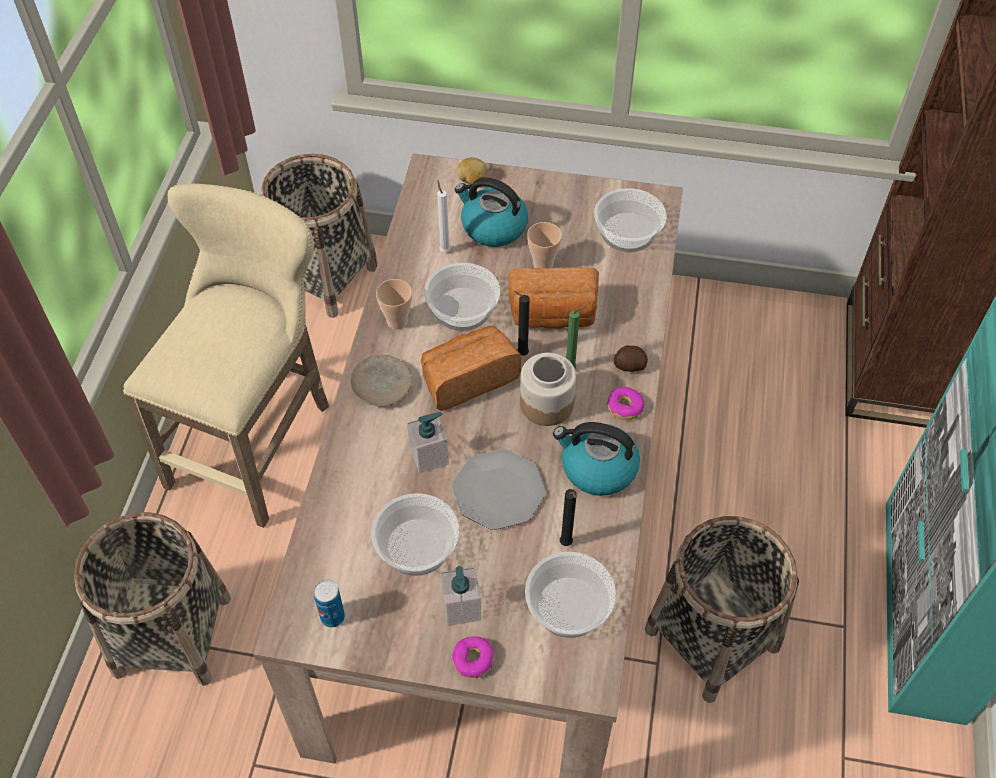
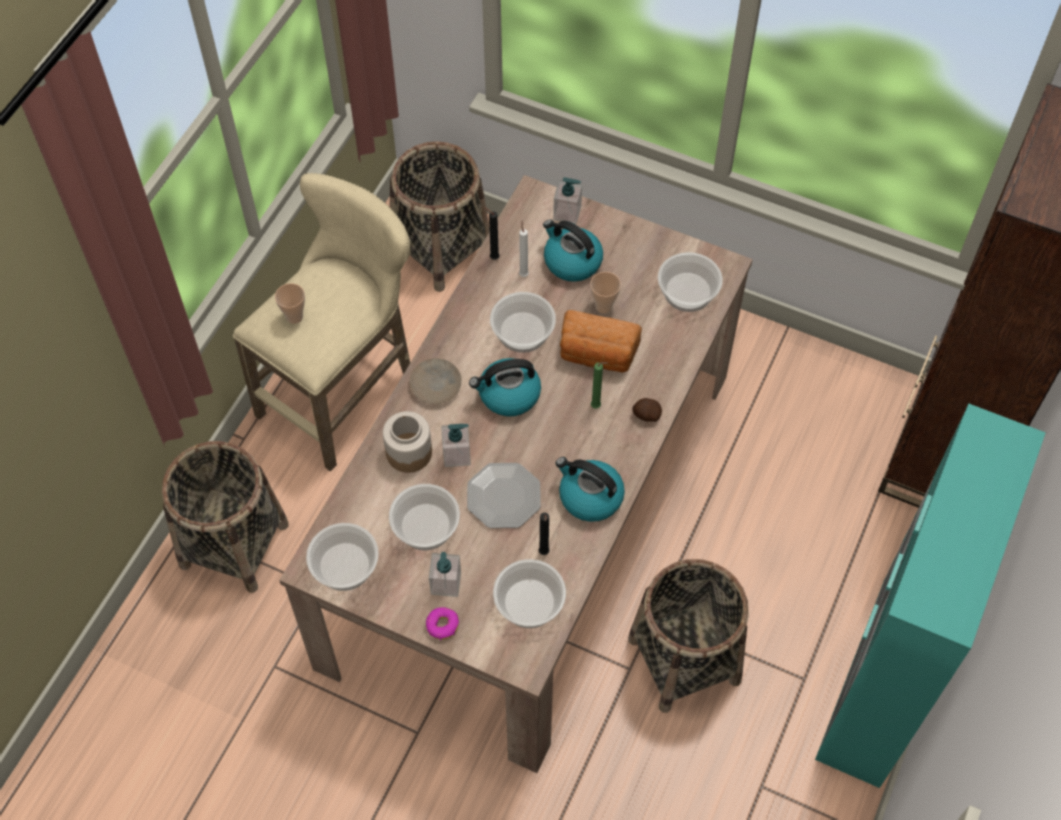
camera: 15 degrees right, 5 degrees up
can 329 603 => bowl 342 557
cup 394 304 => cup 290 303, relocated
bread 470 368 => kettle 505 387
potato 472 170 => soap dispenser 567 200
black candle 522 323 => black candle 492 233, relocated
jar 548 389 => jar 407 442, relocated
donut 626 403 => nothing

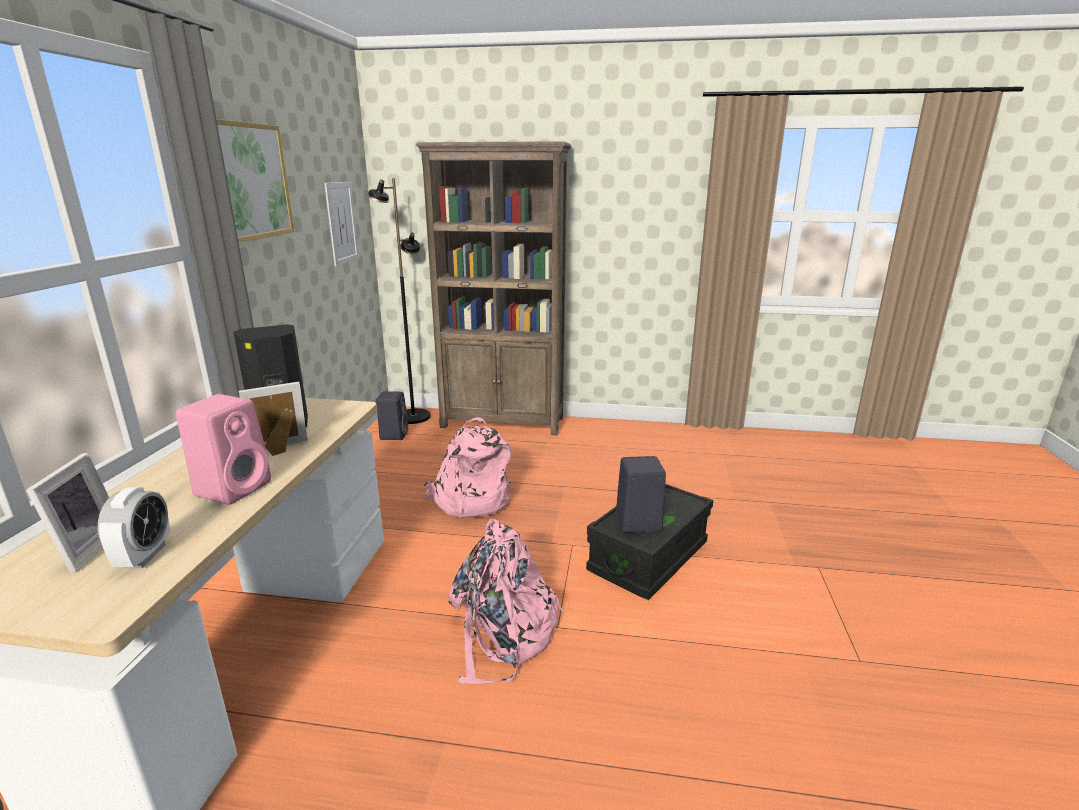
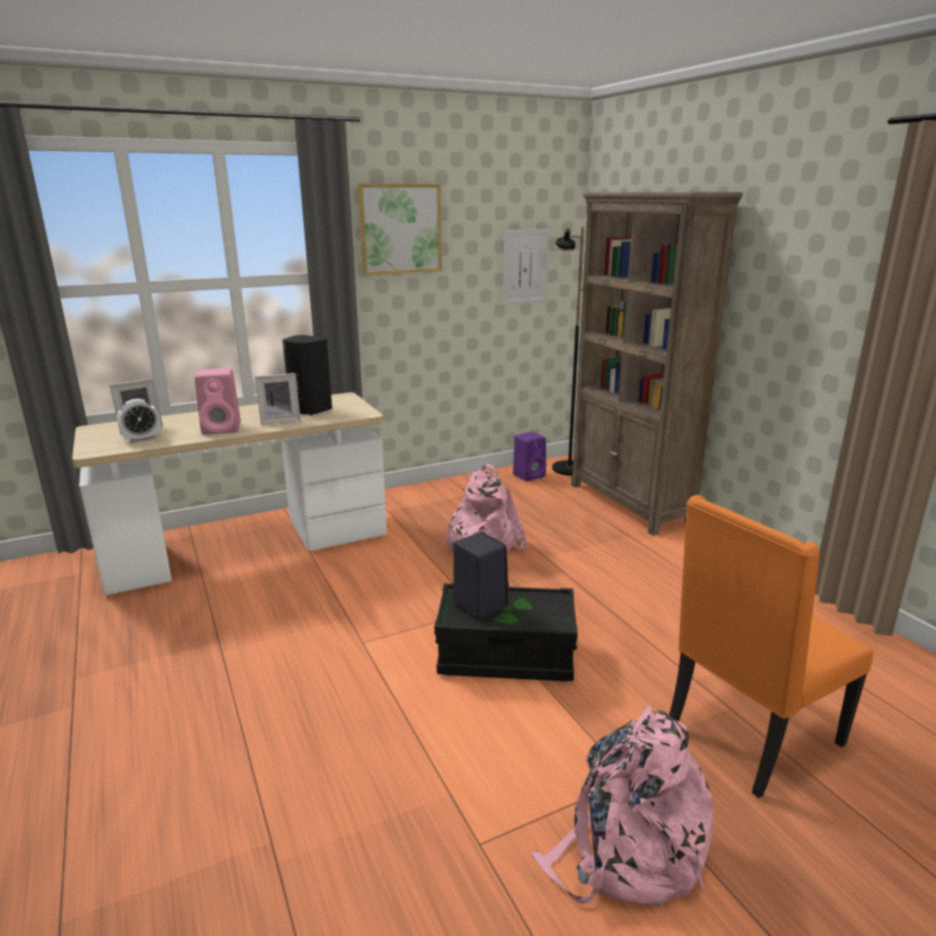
camera: 55 degrees right, 0 degrees up
picture frame 273 419 => picture frame 278 399, 135 degrees clockwise
black speaker 392 416 => purple speaker 529 456
pink backpack 506 601 => pink backpack 622 805, relocated
nothing => orange chair 771 646

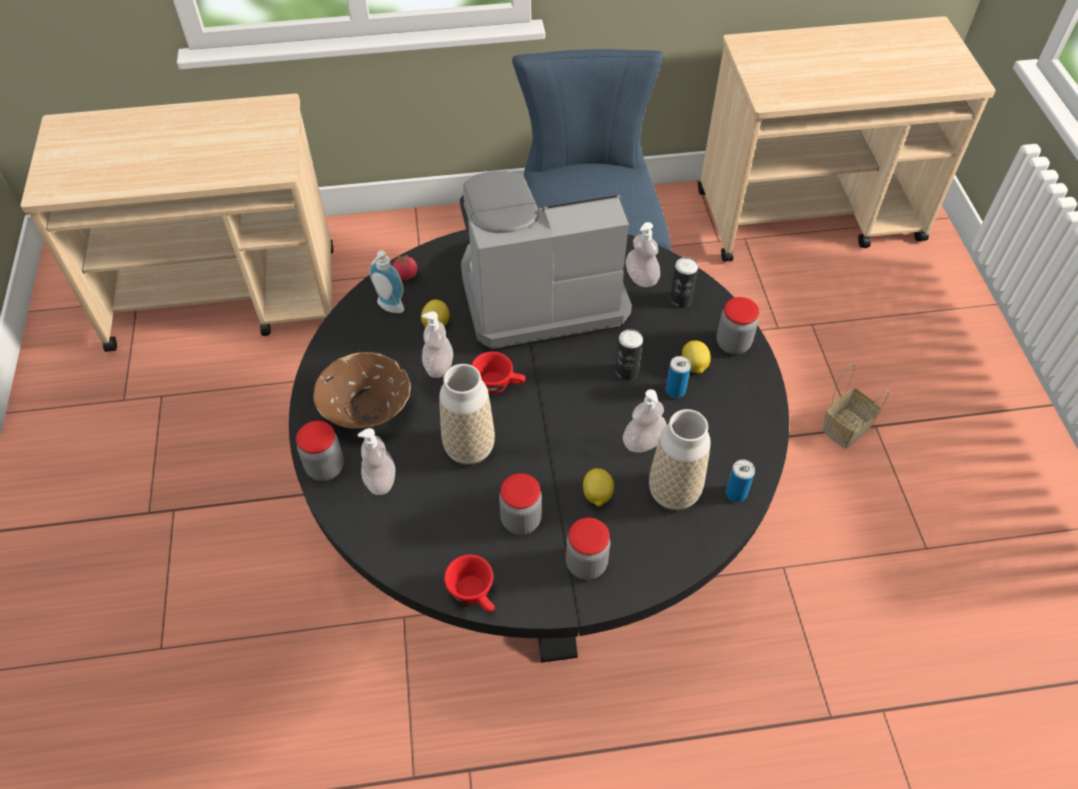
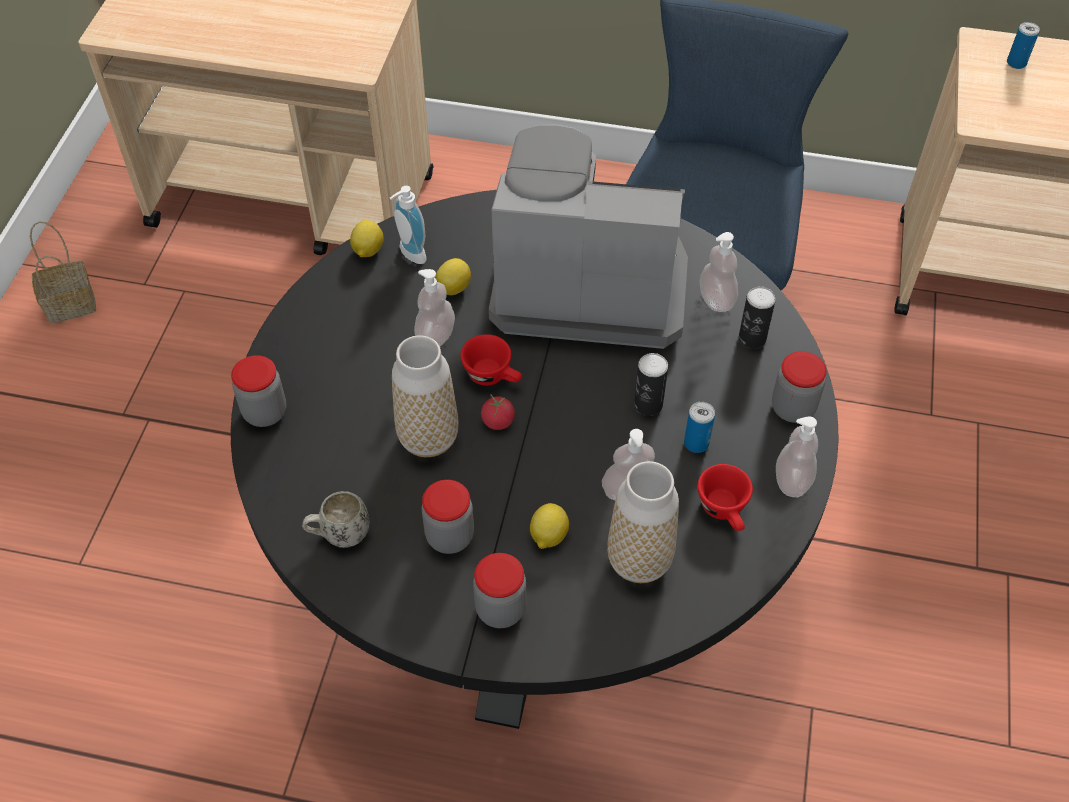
camera: 20 degrees right, 0 degrees up
brown bowl 362 390 => nothing
soap dispenser 376 461 => soap dispenser 797 456, relocated
tomato 405 267 => tomato 498 412, relocated
red cup 469 583 => red cup 725 497, relocated
lemon 696 357 => lemon 367 238, relocated
can 740 480 => can 1023 45, relocated
basket 855 406 => basket 63 272, relocated
nothing => white mug 336 519

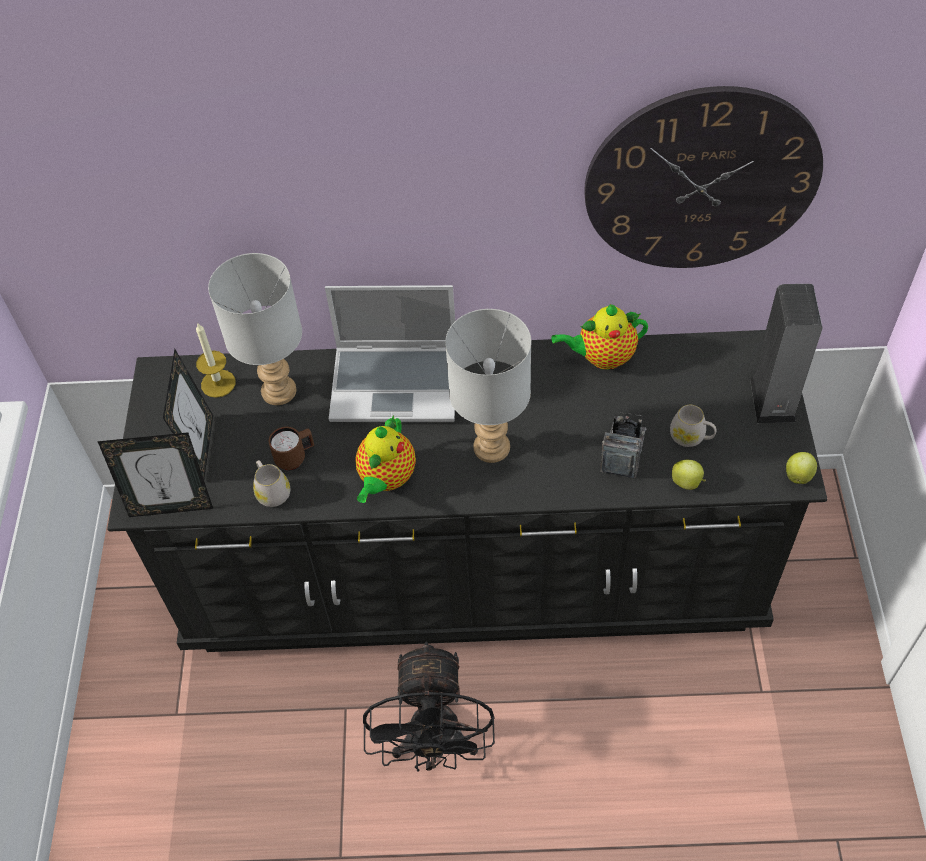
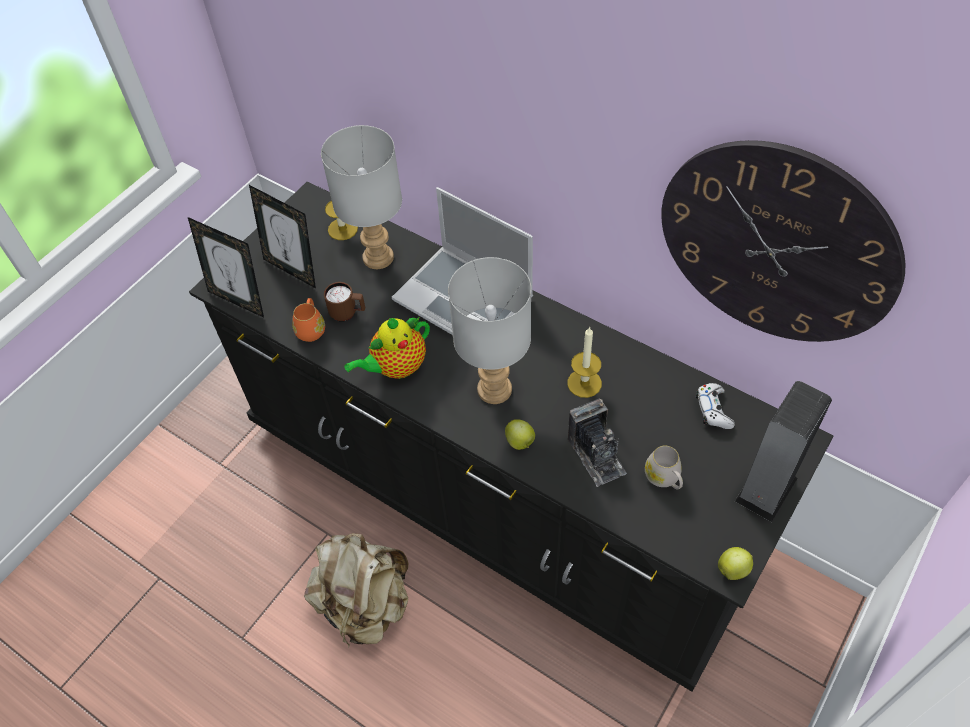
camera: 35 degrees right, 0 degrees up
picture frame 188 414 => picture frame 282 236, 90 degrees clockwise
white mug 271 483 => orange mug 308 320
black fan 429 706 => beige backpack 356 590
teapot 599 337 => nothing
photo camera 623 445 => photo camera 597 443, 105 degrees clockwise
apple 689 475 => apple 520 434, relocated
nothing => candle 584 362
nothing => white game controller 715 406

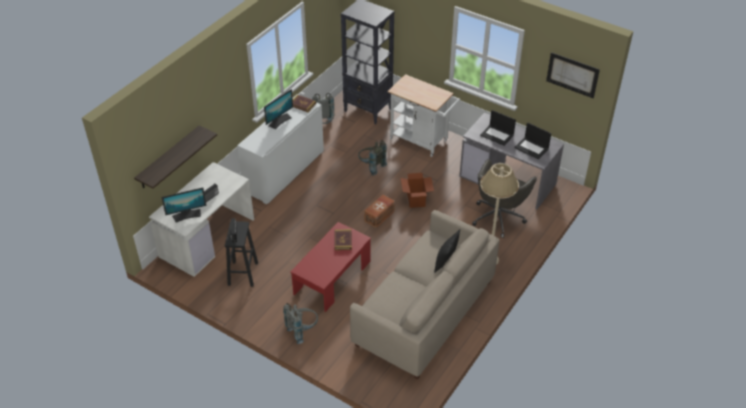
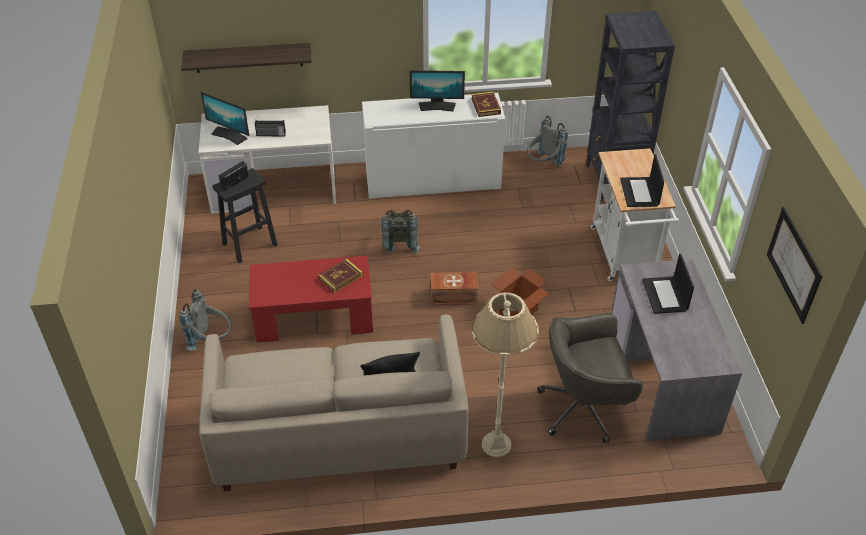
camera: 50 degrees right, 0 degrees up
grey backpack 372 157 => grey backpack 401 231, relocated
laptop 532 140 => laptop 642 180, relocated

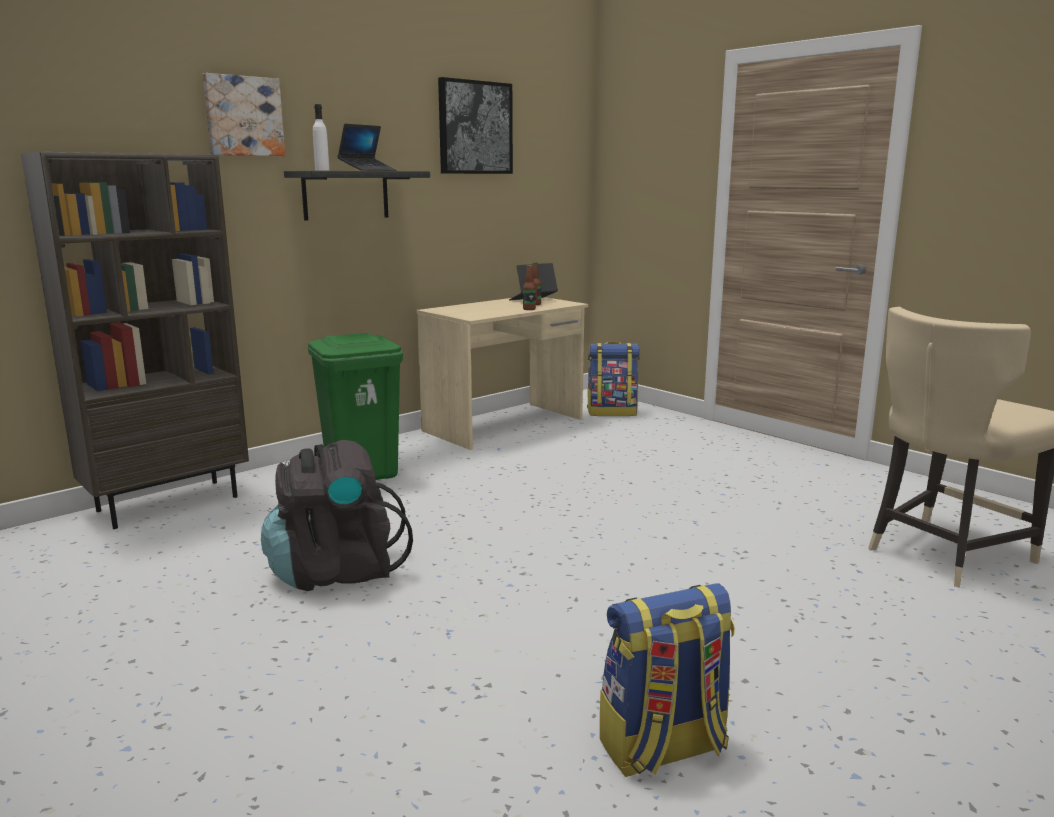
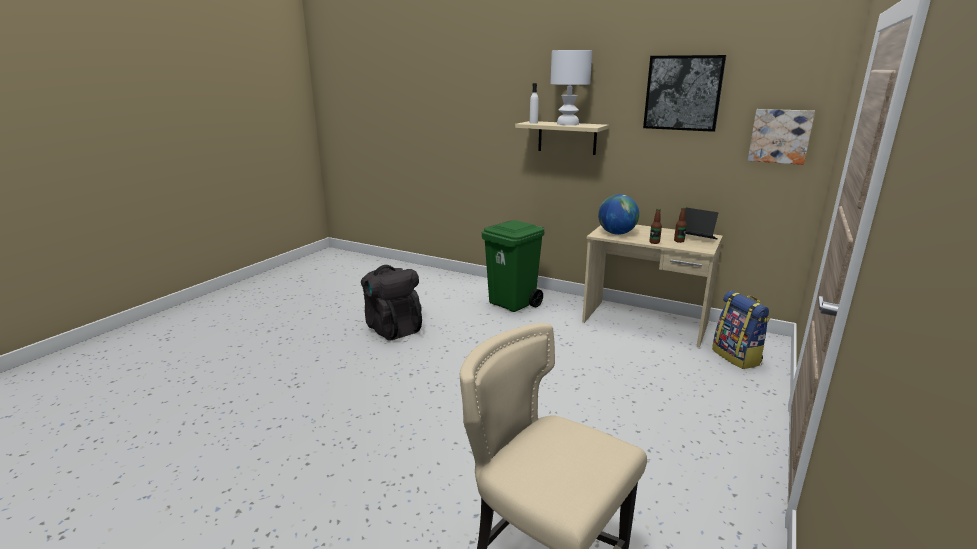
camera: 70 degrees right, 5 degrees up
brown bookcase 135 340 => nothing
picture 243 114 => picture 781 137, relocated
black shelf 357 196 => beige shelf 562 138
laptop 367 147 => white table lamp 571 87
backpack 667 680 => nothing
nothing => globe 618 214

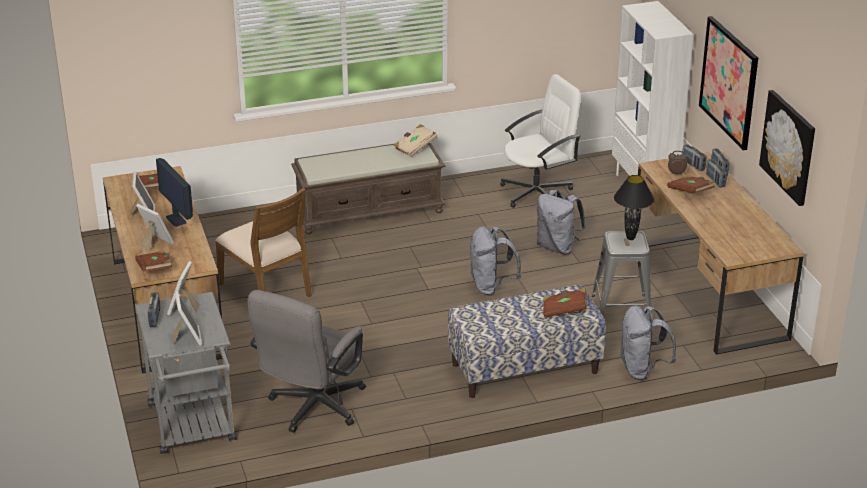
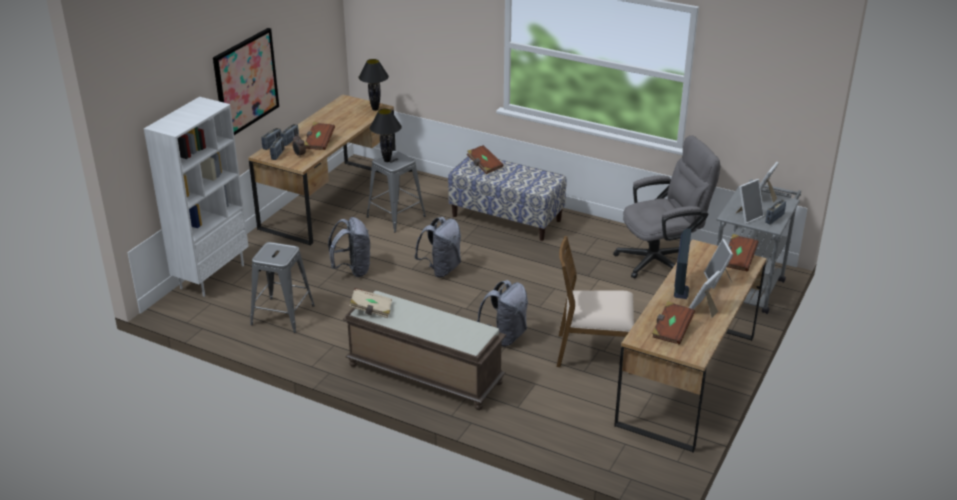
camera: 135 degrees left, 0 degrees up
brown chair 263 242 => brown chair 595 305, 90 degrees counterclockwise
white office chair 540 141 => grey stool 282 287
grey backpack 648 342 => grey backpack 502 313, relocated
picture 787 148 => nothing
nothing => black table lamp 374 85

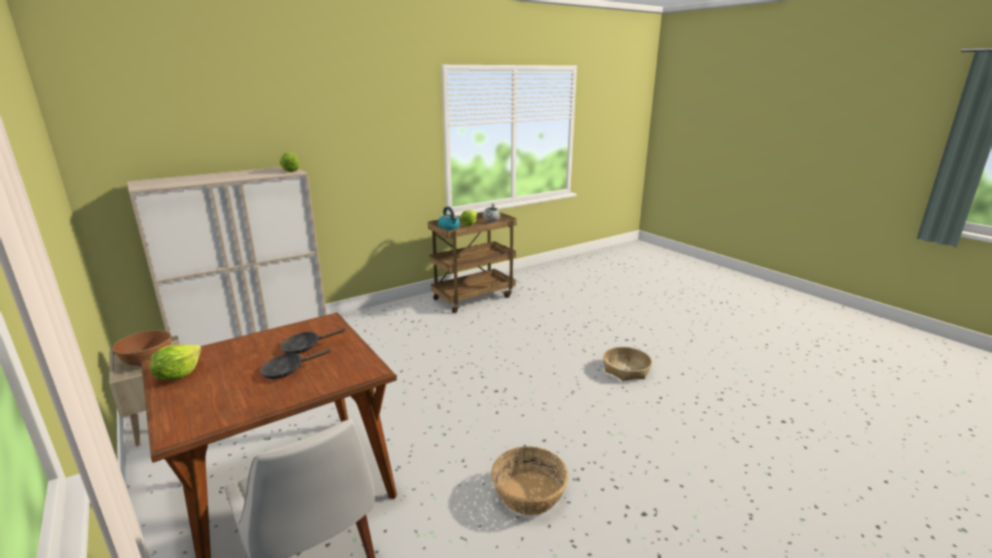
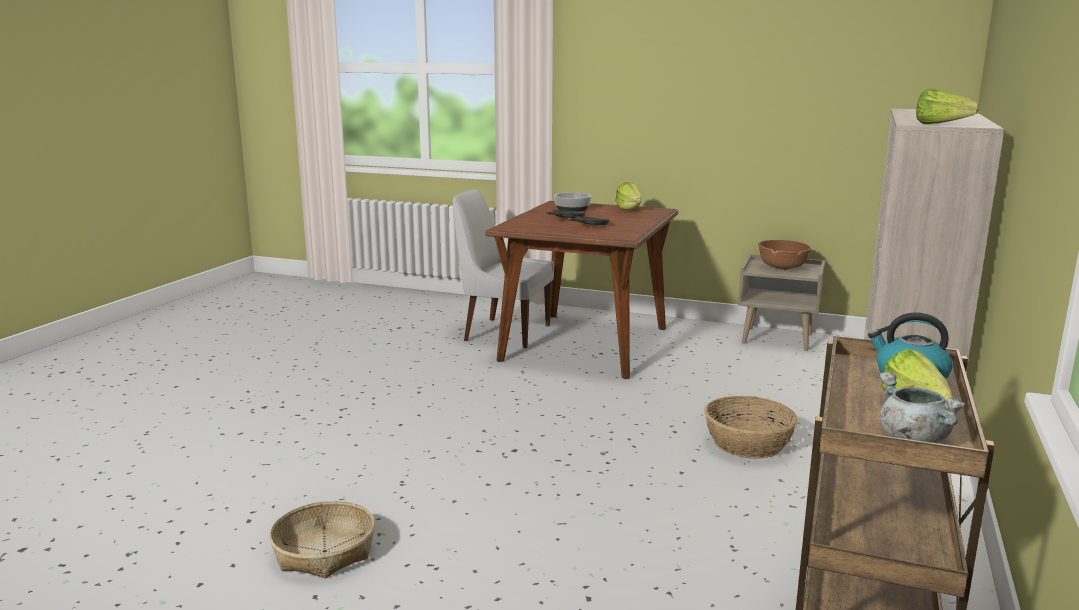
camera: 145 degrees right, 5 degrees down
basket 530 480 => basket 751 427, relocated
nothing => bowl 572 202

